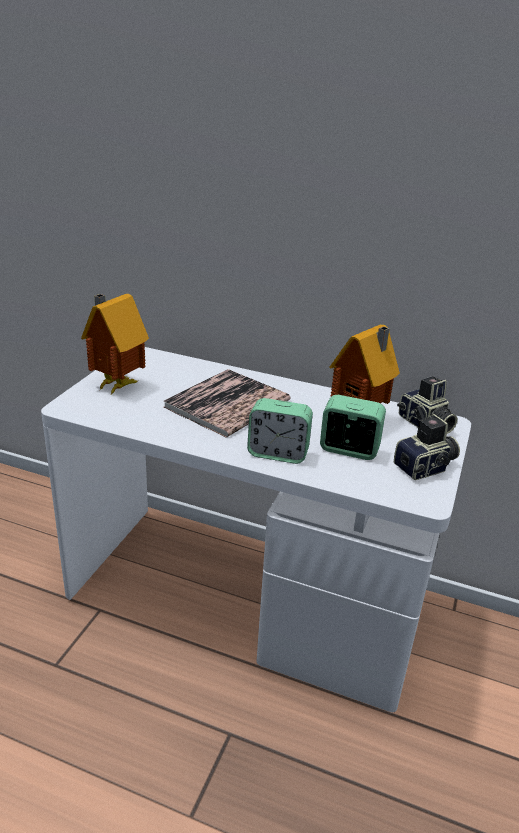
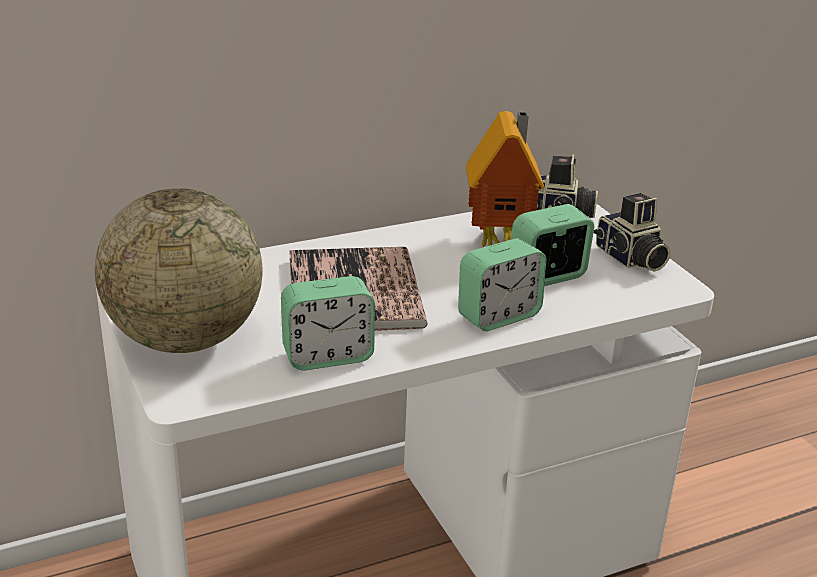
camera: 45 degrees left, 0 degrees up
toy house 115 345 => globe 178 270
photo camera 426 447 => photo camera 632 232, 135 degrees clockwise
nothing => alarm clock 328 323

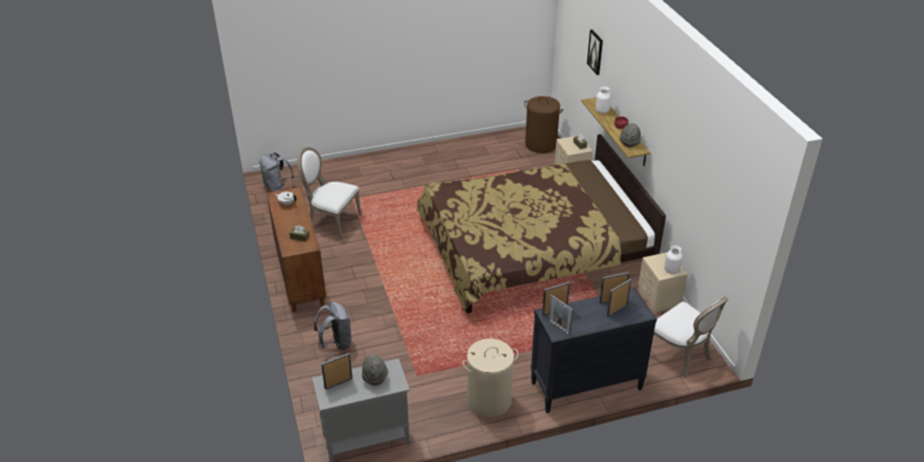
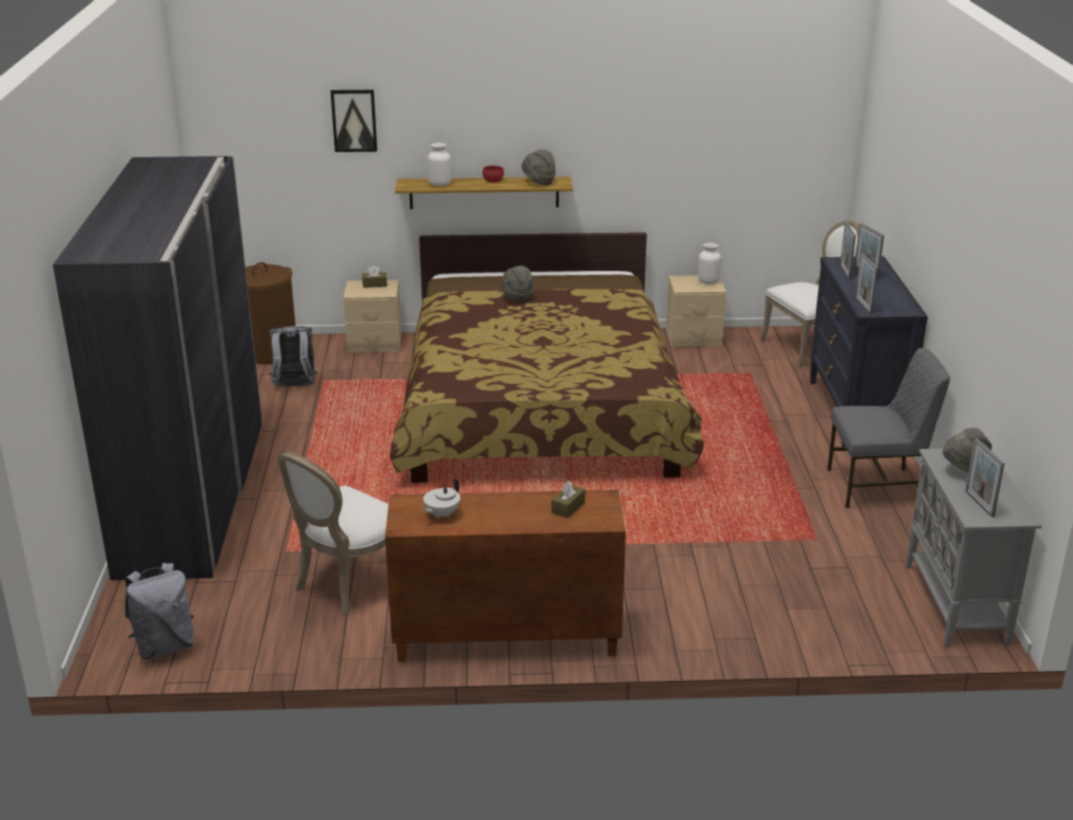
camera: 75 degrees left, 10 degrees down
grey backpack 333 326 => grey backpack 293 356, relocated
beige laundry basket 490 378 => grey chair 888 428
picture frame 561 315 => nothing
nothing => grey wardrobe 158 368
nothing => grey hat 518 284

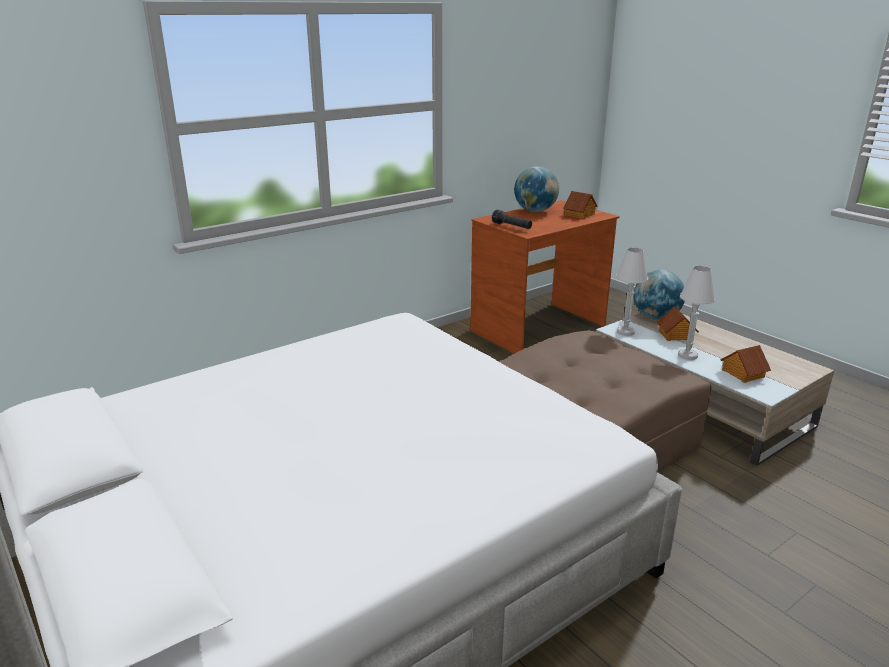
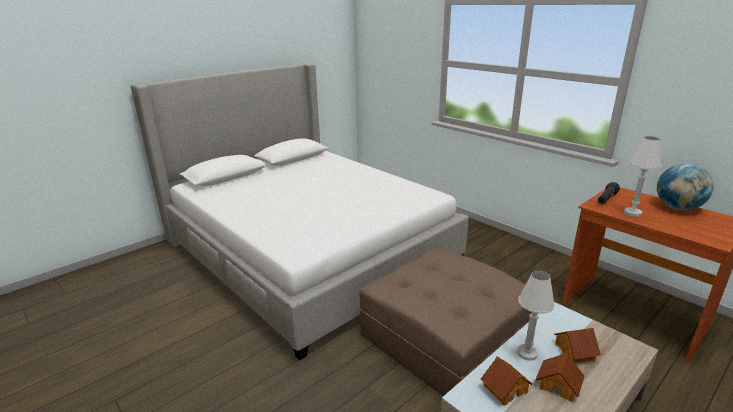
camera: 85 degrees right, 0 degrees up
toy house 580 205 => toy house 560 377, relocated
white table lamp 632 292 => white table lamp 643 176, relocated
globe 659 295 => nothing

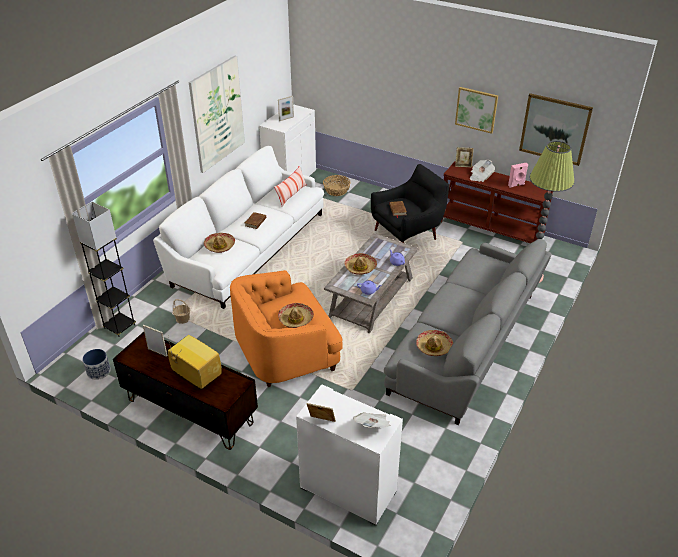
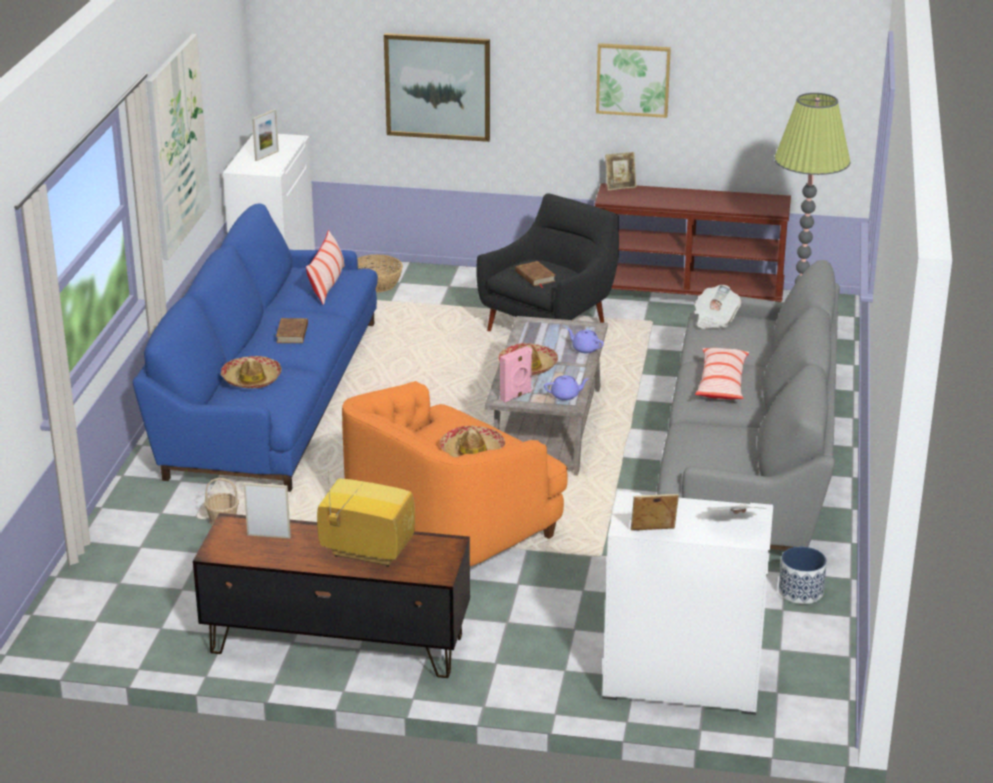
camera: 20 degrees left, 10 degrees down
grey floor lamp 104 269 => nothing
planter 96 364 => planter 803 575, relocated
white sofa 238 227 => blue sofa 255 348
hat 434 343 => nothing
newspaper 482 171 => newspaper 717 307, relocated
pink speaker 518 175 => pink speaker 516 374, relocated
picture 556 129 => picture 437 87, relocated
nothing => pillow 722 373

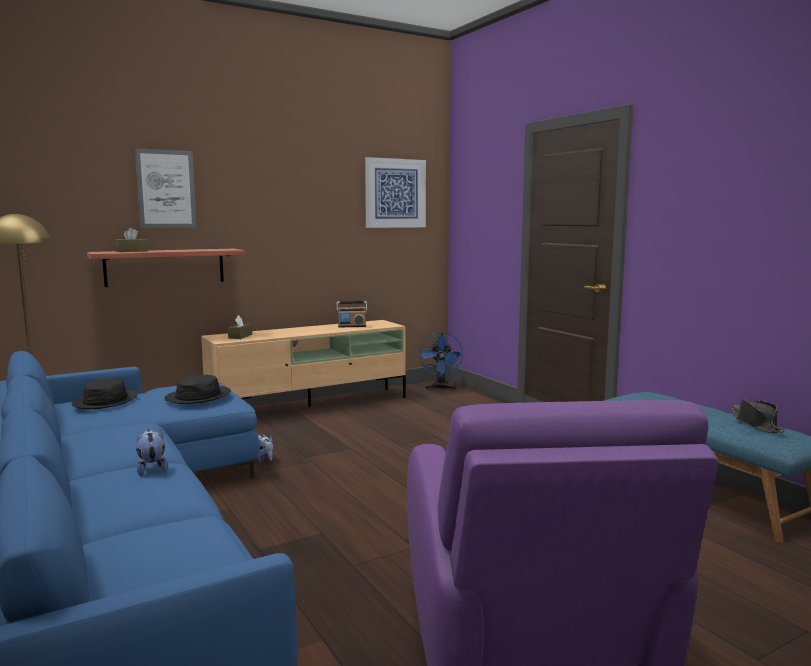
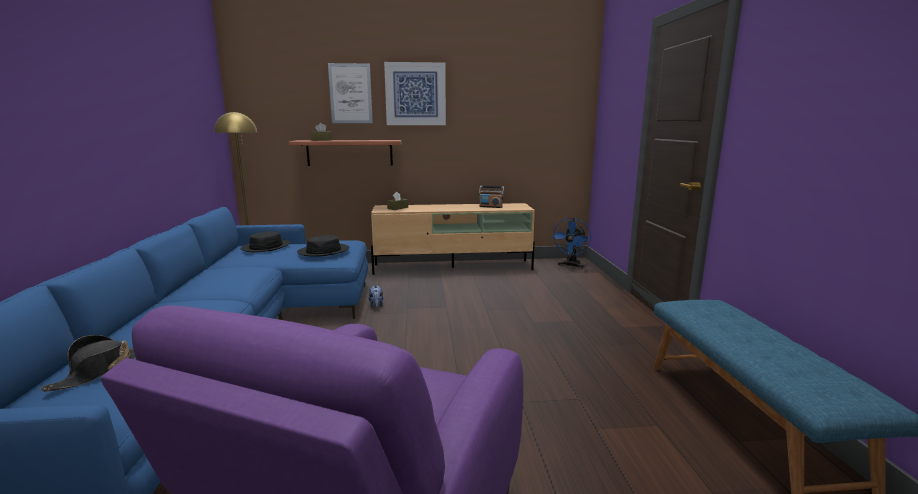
camera: 25 degrees right, 5 degrees up
plush toy 152 452 => nothing
picture 395 192 => picture 415 93, relocated
black hat 758 416 => black hat 88 363, relocated

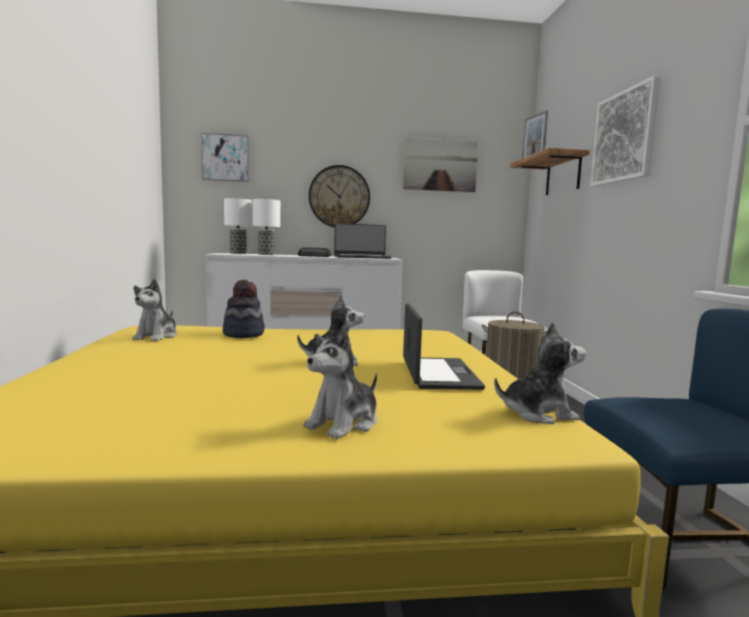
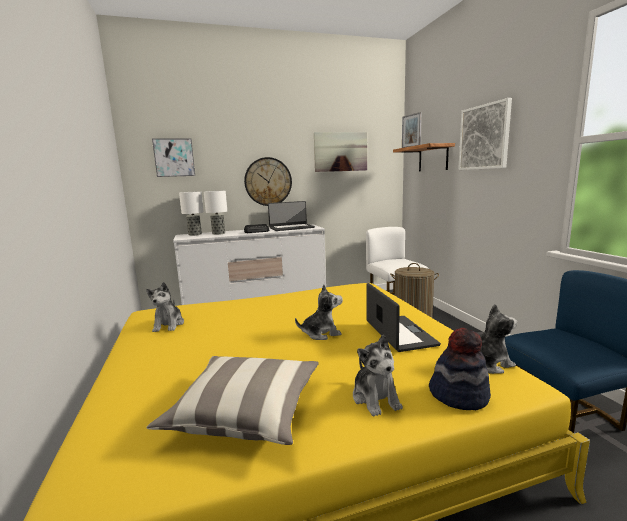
camera: 10 degrees left, 5 degrees up
hat 244 309 => hat 460 369, relocated
plush toy 340 382 => plush toy 378 376, 45 degrees counterclockwise
nothing => pillow 233 400

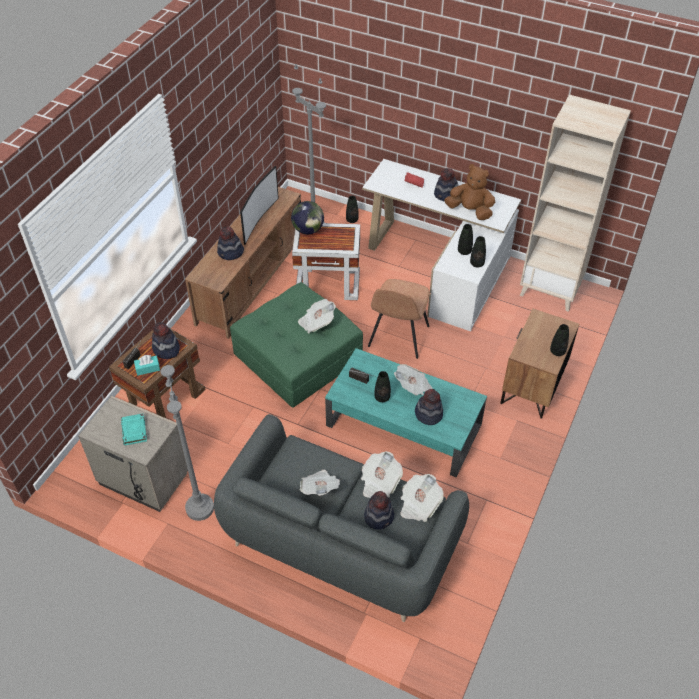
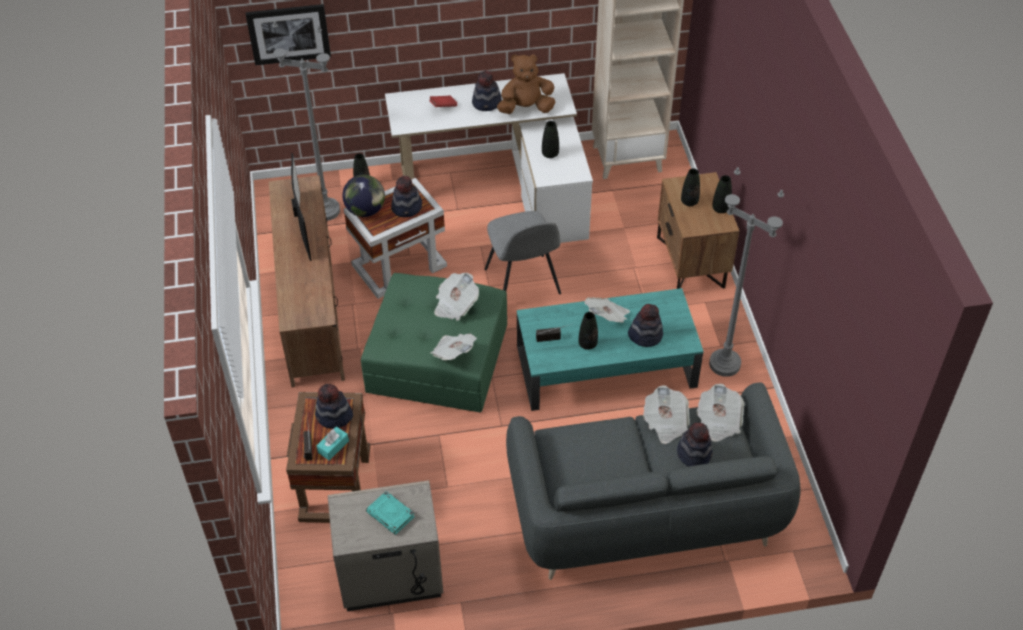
camera: 35 degrees left, 0 degrees up
grey floor lamp 186 432 => grey floor lamp 746 272, relocated
hat 230 243 => hat 406 196, relocated
newspaper 320 483 => newspaper 453 346, relocated
brown chair 399 319 => grey chair 522 252
black vase 478 251 => black vase 690 187, relocated
nothing => picture 288 34

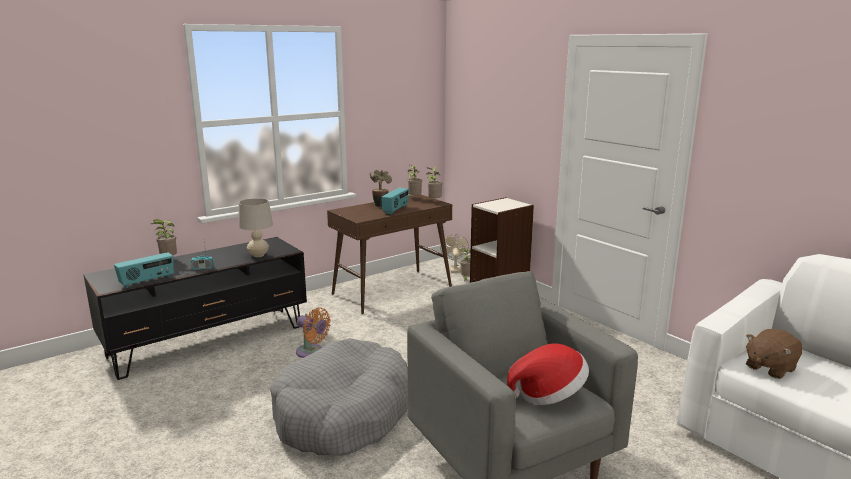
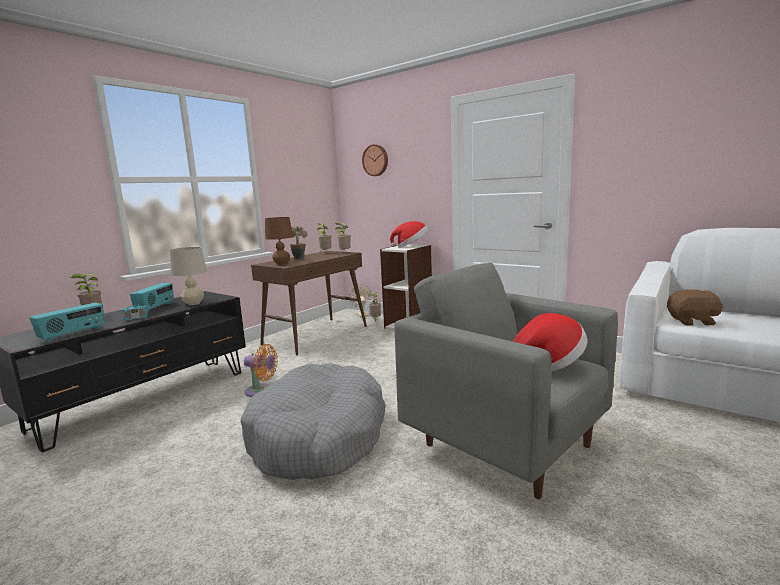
camera: 15 degrees left, 5 degrees down
radio 395 201 => radio 152 298, relocated
brown plush toy 774 354 => brown plush toy 695 307, 120 degrees counterclockwise
nothing => brown table lamp 279 241
nothing => wall clock 375 160
nothing => hat 409 234

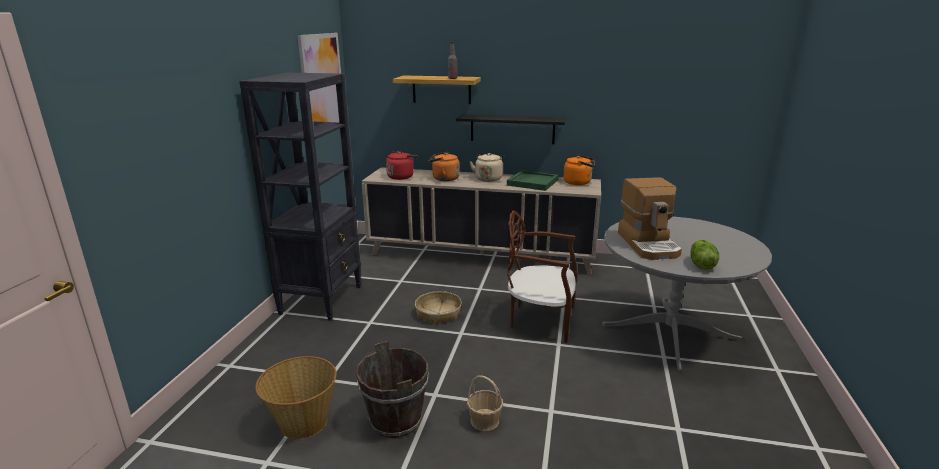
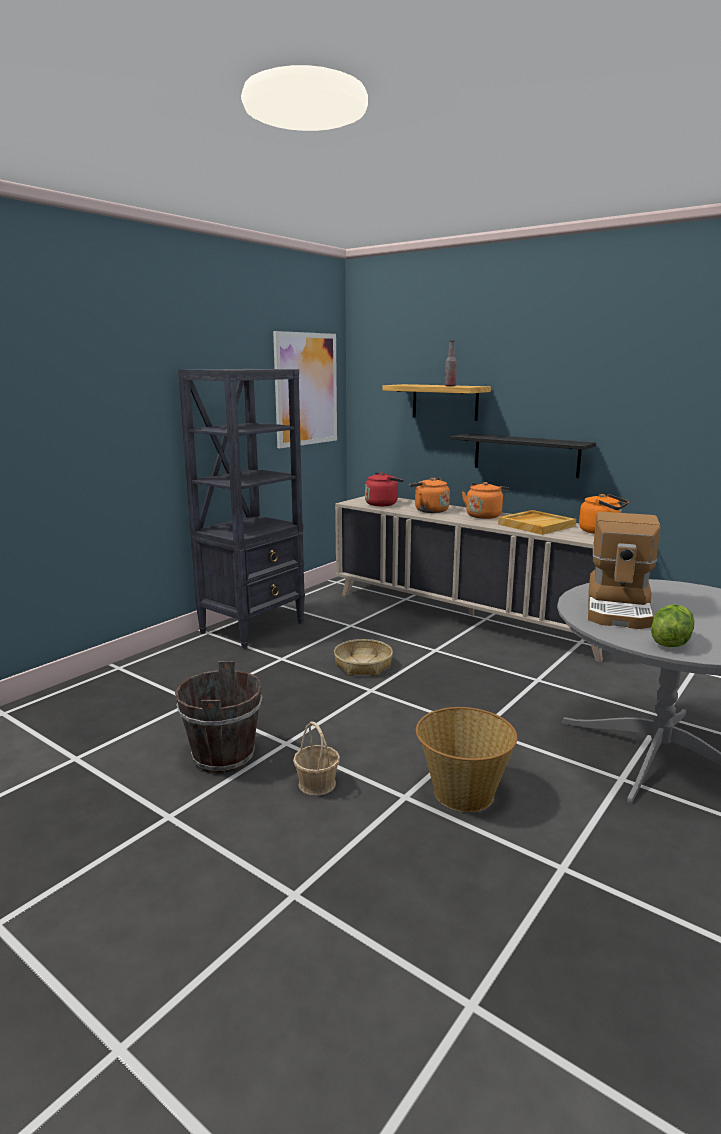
camera: 25 degrees right, 5 degrees down
basket 296 397 => basket 466 759, relocated
beige kettle 487 167 => orange kettle 485 500
green tray 533 180 => beige tray 537 522
brown chair 542 276 => nothing

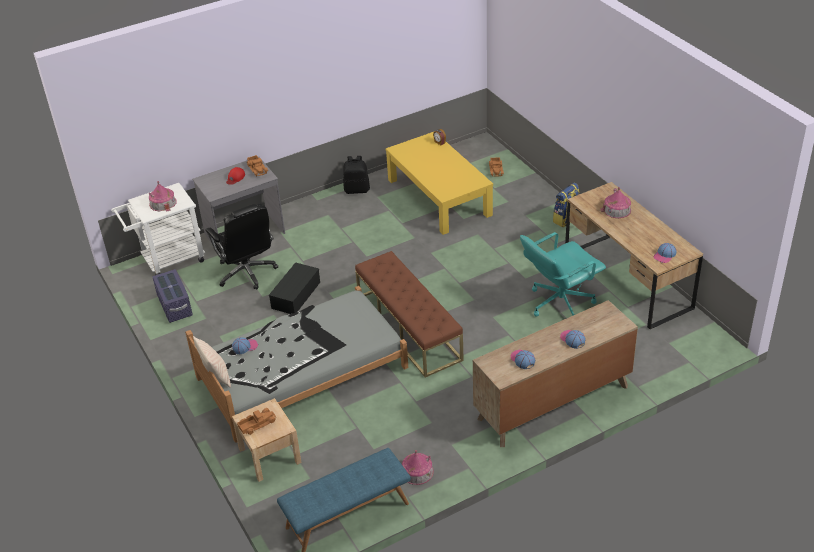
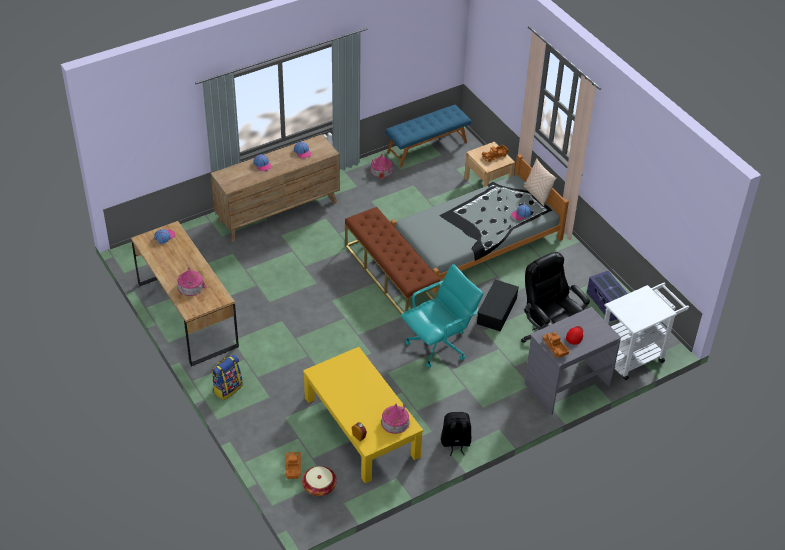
camera: 175 degrees right, 5 degrees up
toy house 163 196 => toy house 395 419, relocated
turquoise office chair 563 274 => turquoise office chair 442 316, relocated
nothing => basket 319 481

